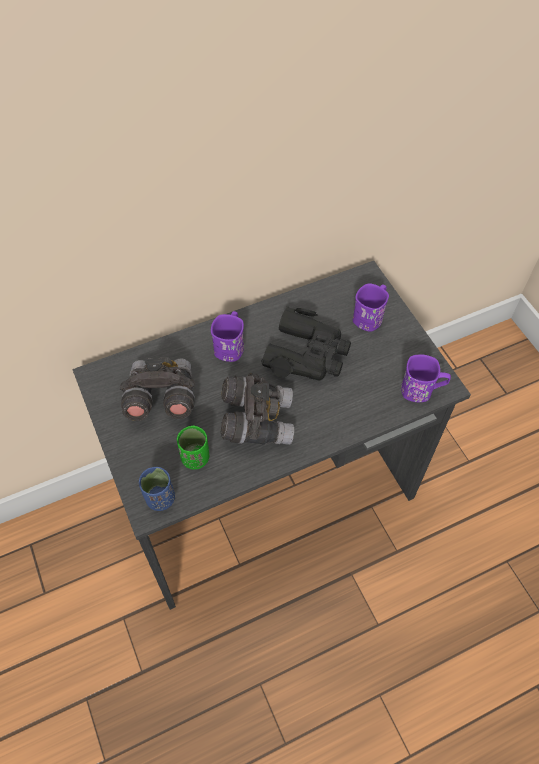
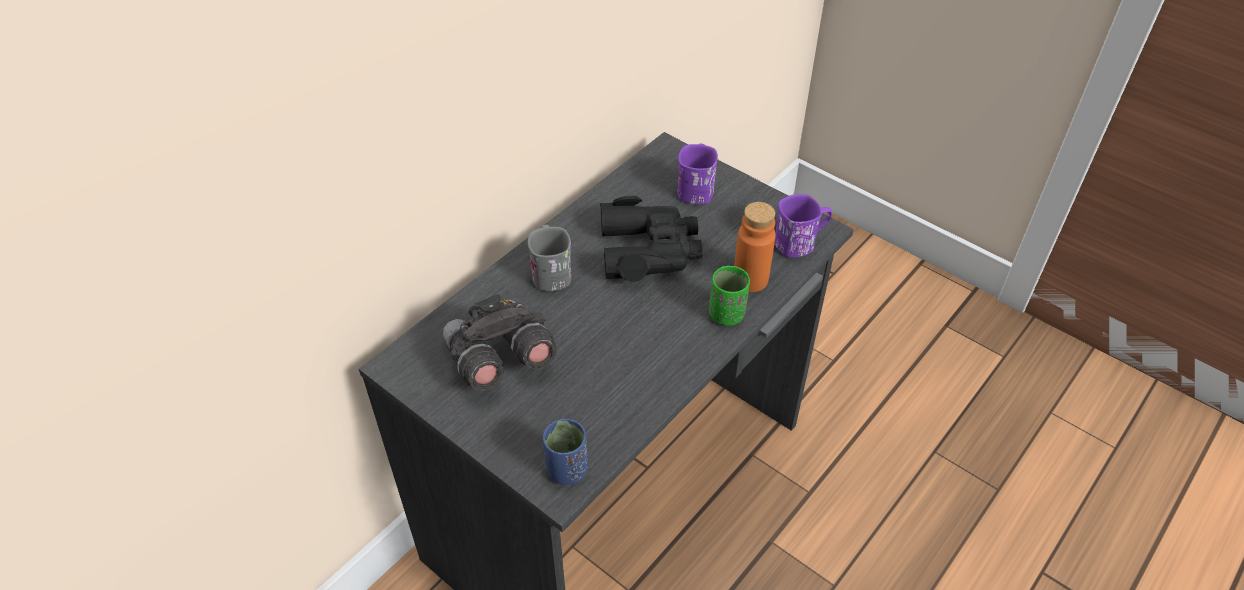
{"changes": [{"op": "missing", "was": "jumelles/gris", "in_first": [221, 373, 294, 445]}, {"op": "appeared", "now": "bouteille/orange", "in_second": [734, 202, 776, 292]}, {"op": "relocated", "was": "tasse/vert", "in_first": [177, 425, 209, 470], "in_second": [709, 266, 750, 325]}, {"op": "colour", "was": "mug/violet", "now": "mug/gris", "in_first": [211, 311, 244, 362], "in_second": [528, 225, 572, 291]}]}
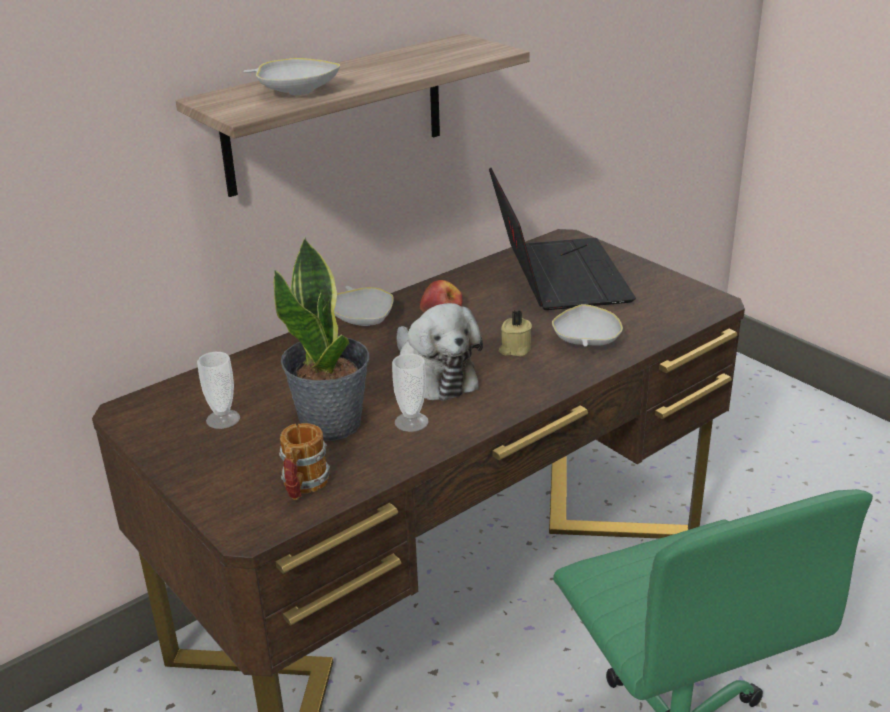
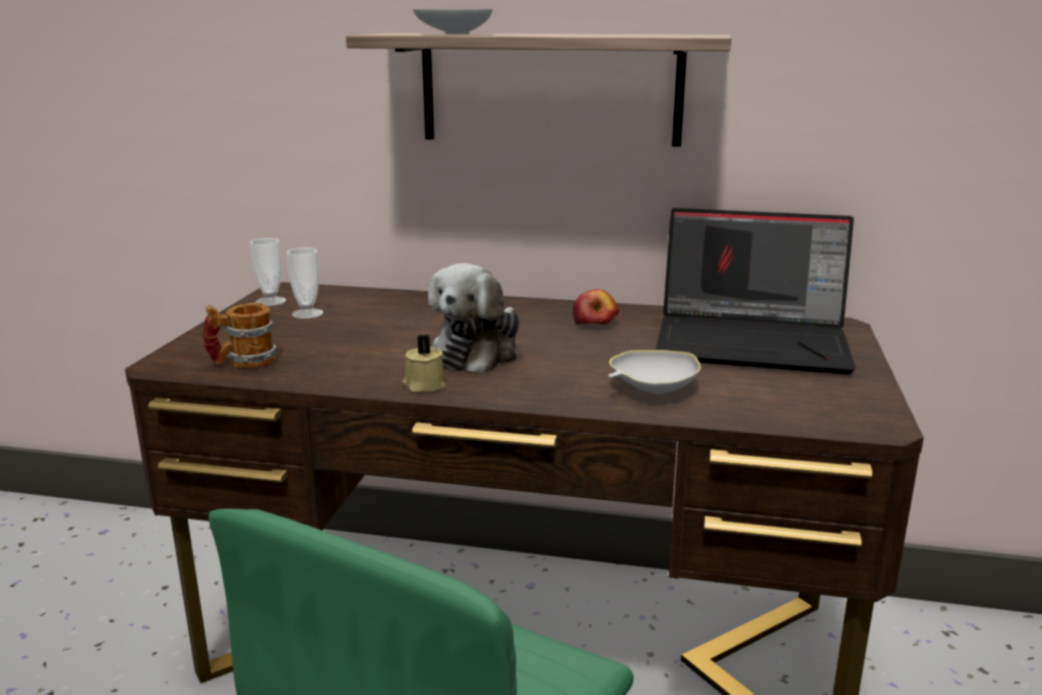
{"changes": [{"op": "missing", "was": "plante en pot", "in_first": [273, 237, 369, 441]}, {"op": "missing", "was": "bol/blanc", "in_first": [334, 286, 394, 326]}, {"op": "relocated", "was": "tasse", "in_first": [392, 353, 429, 432], "in_second": [250, 238, 286, 306]}, {"op": "relocated", "was": "bougie/beige", "in_first": [499, 310, 532, 356], "in_second": [402, 335, 446, 392]}, {"op": "spun", "was": "ordinateur portable", "in_first": [489, 168, 636, 310], "in_second": [655, 208, 856, 374], "clockwise": 60}]}
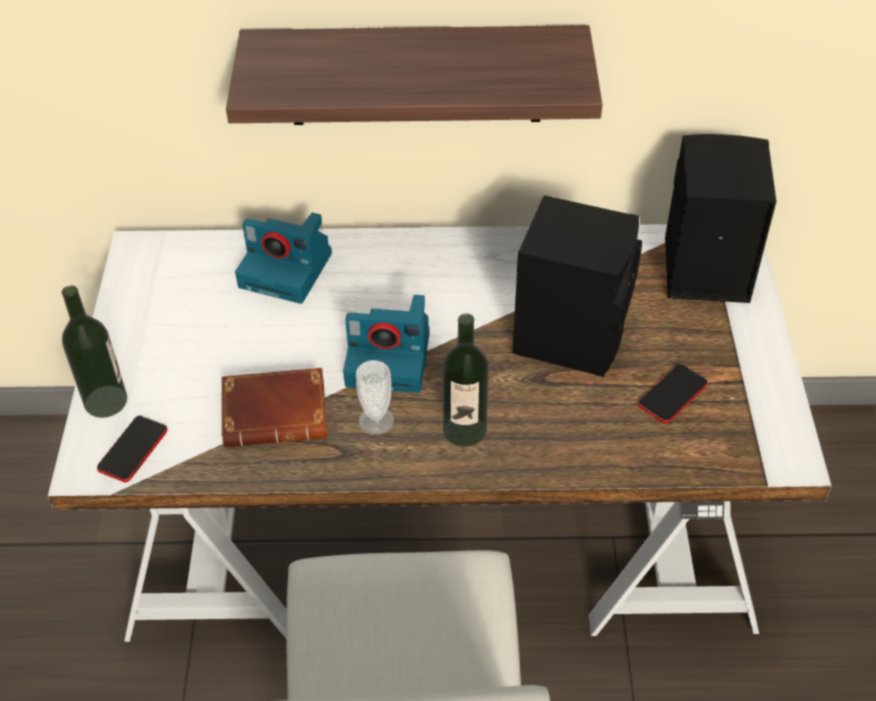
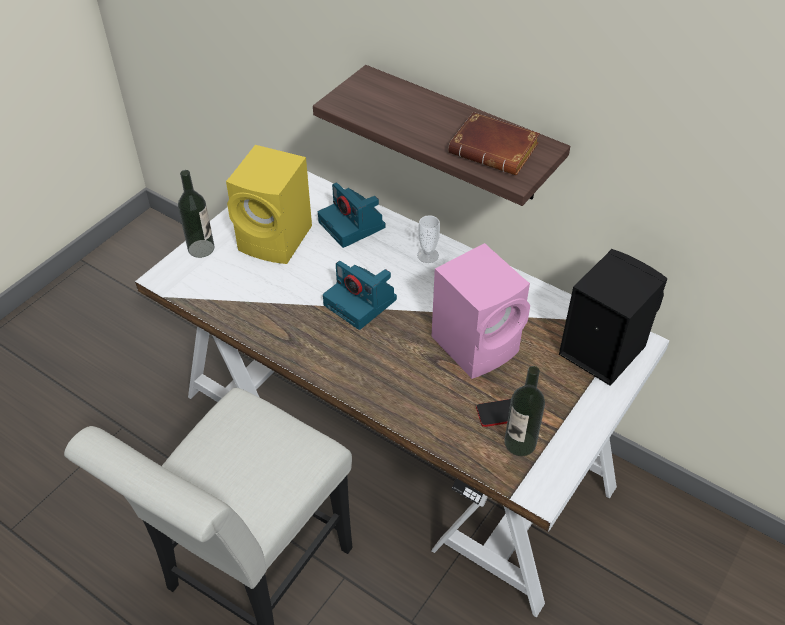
{"changes": [{"op": "missing", "was": "téléphone", "in_first": [97, 416, 168, 483]}, {"op": "appeared", "now": "enceinte/jaune", "in_second": [226, 145, 312, 264]}, {"op": "relocated", "was": "livre/marron", "in_first": [222, 368, 327, 447], "in_second": [448, 112, 540, 175]}, {"op": "relocated", "was": "tasse", "in_first": [356, 360, 394, 434], "in_second": [417, 215, 440, 263]}, {"op": "relocated", "was": "bouteille", "in_first": [442, 313, 489, 447], "in_second": [504, 366, 545, 456]}, {"op": "colour", "was": "enceinte/noir", "now": "enceinte/rose", "in_first": [513, 195, 642, 377], "in_second": [431, 243, 530, 379]}]}
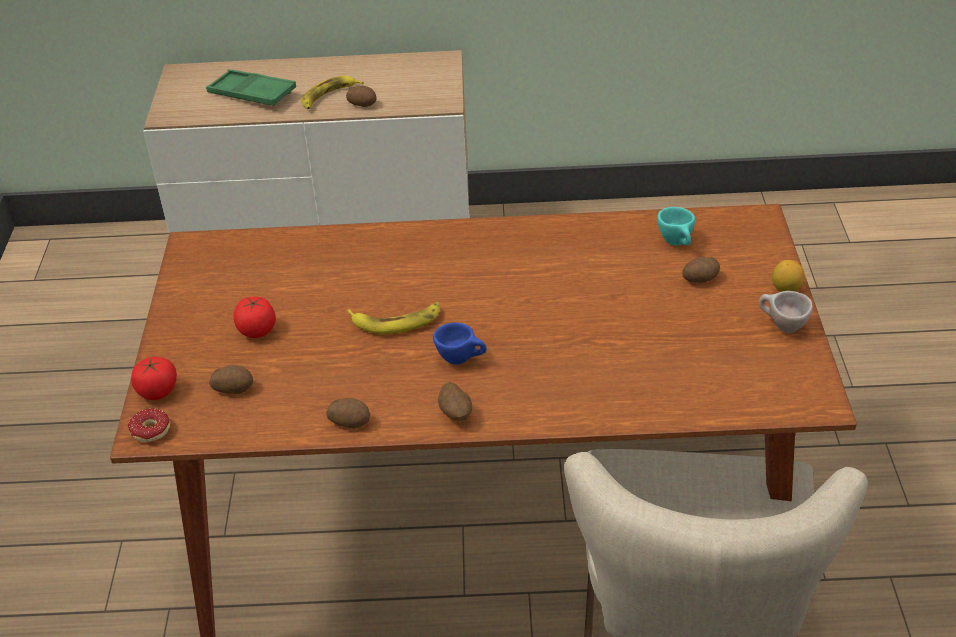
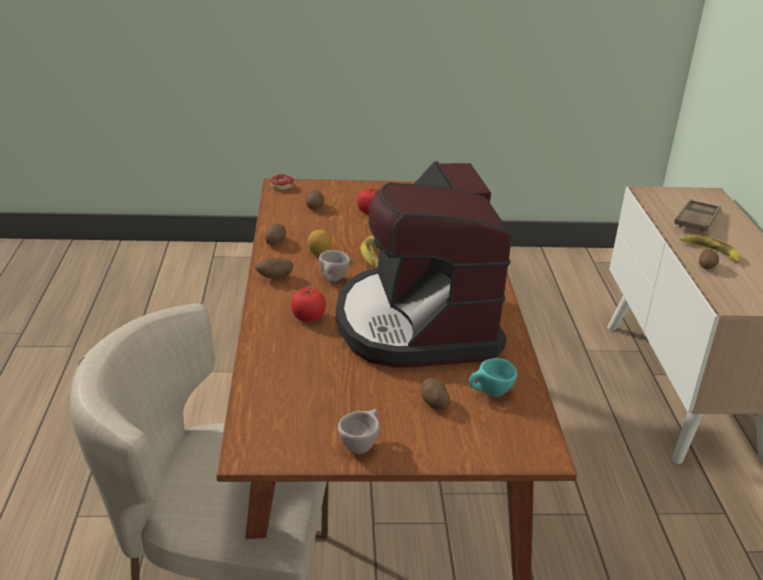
{"changes": [{"op": "appeared", "now": "machine à café", "in_second": [336, 161, 512, 368]}, {"op": "relocated", "was": "tomate", "in_first": [131, 357, 177, 400], "in_second": [291, 288, 326, 322]}, {"op": "relocated", "was": "citron", "in_first": [772, 260, 805, 292], "in_second": [308, 230, 331, 256]}, {"op": "colour", "was": "plateau/vert", "now": "plateau/marron", "in_first": [206, 69, 296, 106], "in_second": [674, 199, 721, 233]}, {"op": "colour", "was": "tasse/bleu", "now": "tasse/beige", "in_first": [433, 323, 487, 365], "in_second": [319, 250, 350, 282]}]}
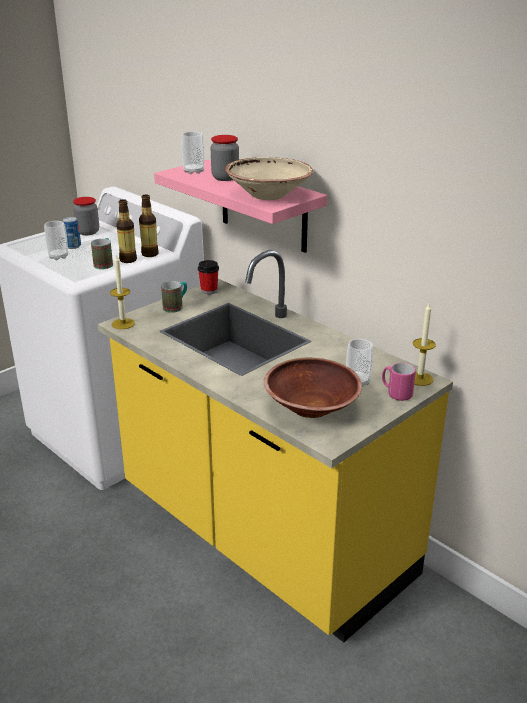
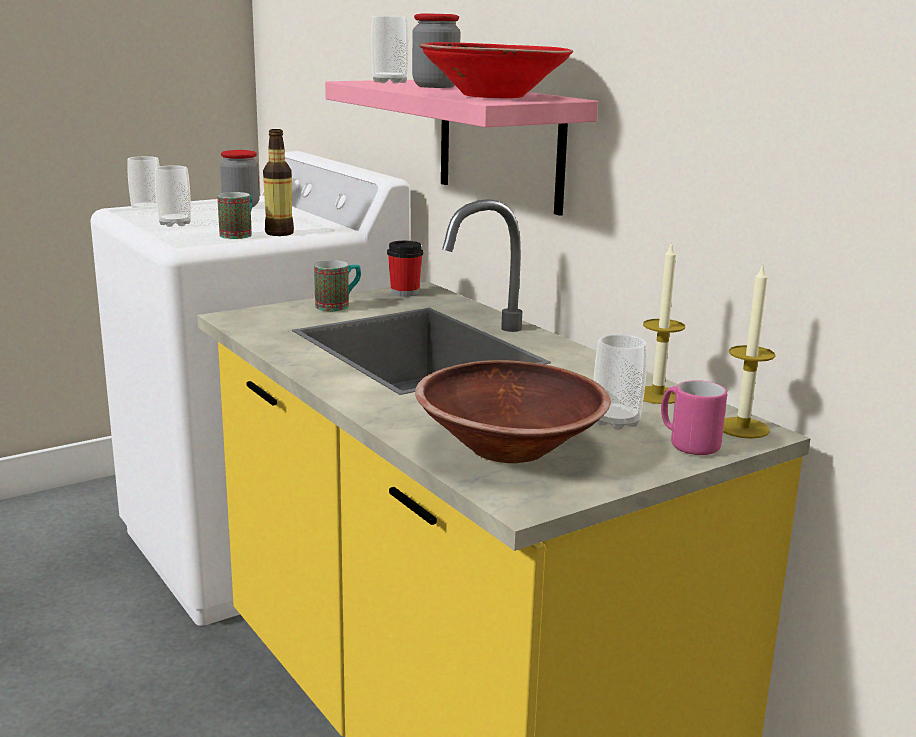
{"changes": [{"op": "missing", "was": "boîte métallique", "in_first": [63, 217, 81, 249]}, {"op": "missing", "was": "bouteille", "in_first": [139, 194, 159, 257]}, {"op": "appeared", "now": "tasse", "in_second": [127, 156, 159, 214]}, {"op": "relocated", "was": "bougie", "in_first": [110, 255, 135, 329], "in_second": [643, 242, 685, 404]}, {"op": "colour", "was": "bol/beige", "now": "bol/rouge", "in_first": [225, 157, 313, 200], "in_second": [419, 42, 573, 98]}]}
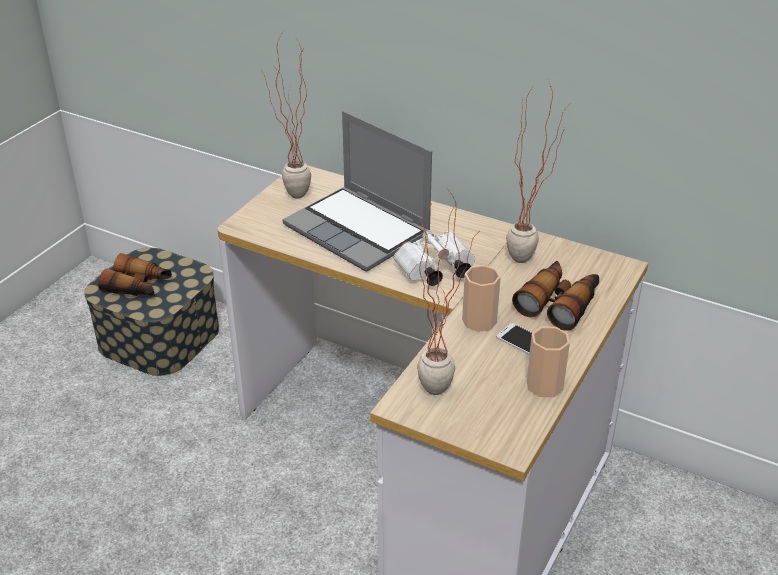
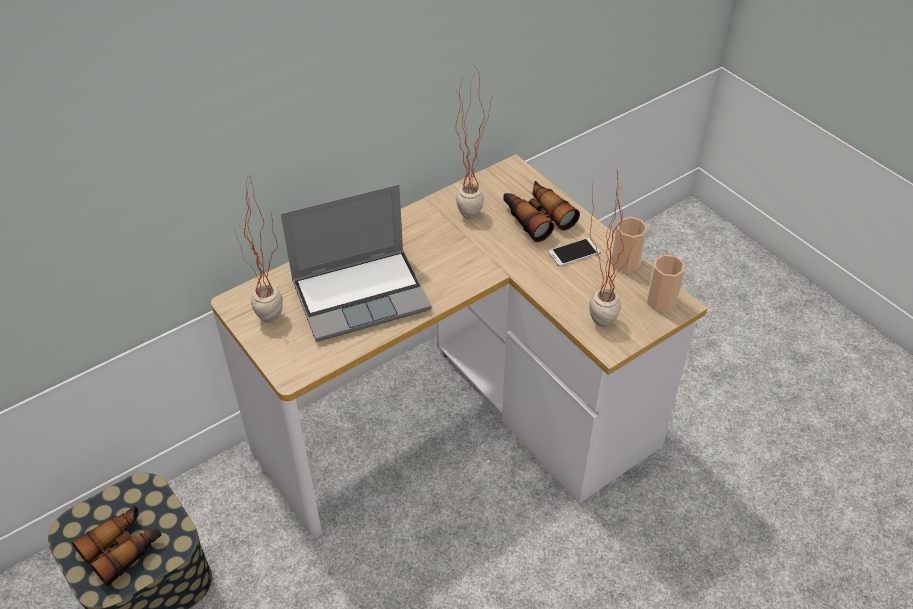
{"changes": [{"op": "missing", "was": "jumelles/blanc", "in_first": [394, 230, 475, 286]}, {"op": "relocated", "was": "tasse", "in_first": [462, 265, 501, 332], "in_second": [647, 254, 685, 312]}]}
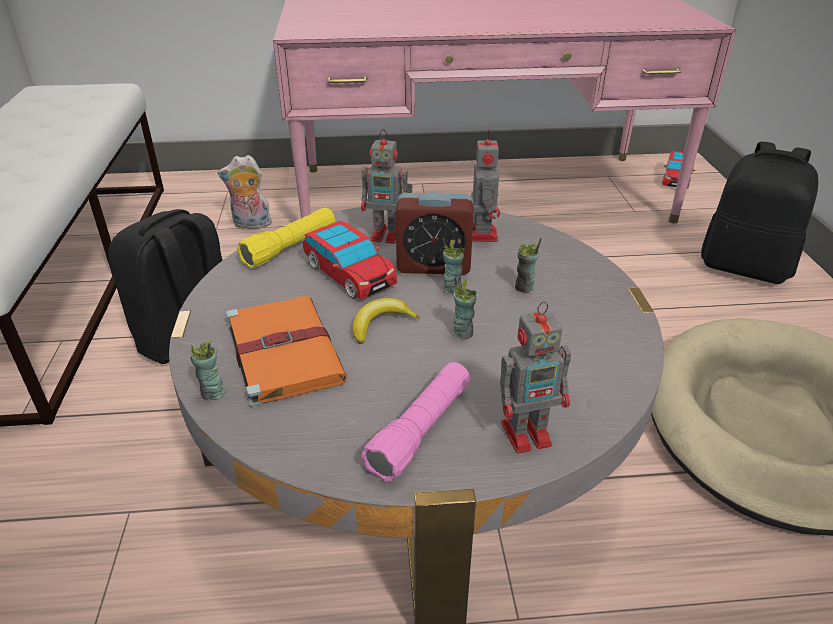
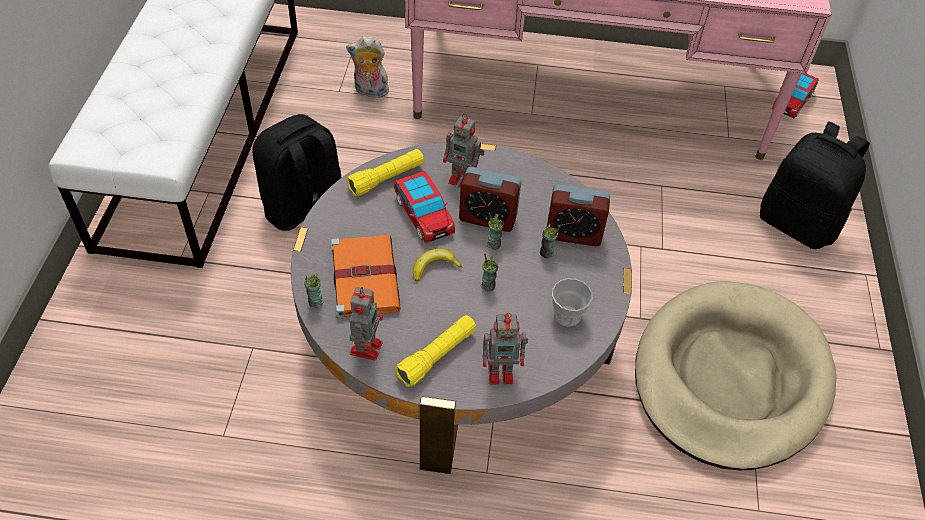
{"changes": [{"op": "appeared", "now": "réveil", "in_second": [547, 184, 610, 246]}, {"op": "appeared", "now": "tasse", "in_second": [552, 278, 593, 327]}, {"op": "relocated", "was": "robot jouet", "in_first": [471, 130, 500, 242], "in_second": [349, 287, 383, 360]}, {"op": "colour", "was": "lampe de poche/rose", "now": "lampe de poche/jaune", "in_first": [361, 362, 470, 481], "in_second": [395, 315, 477, 387]}]}
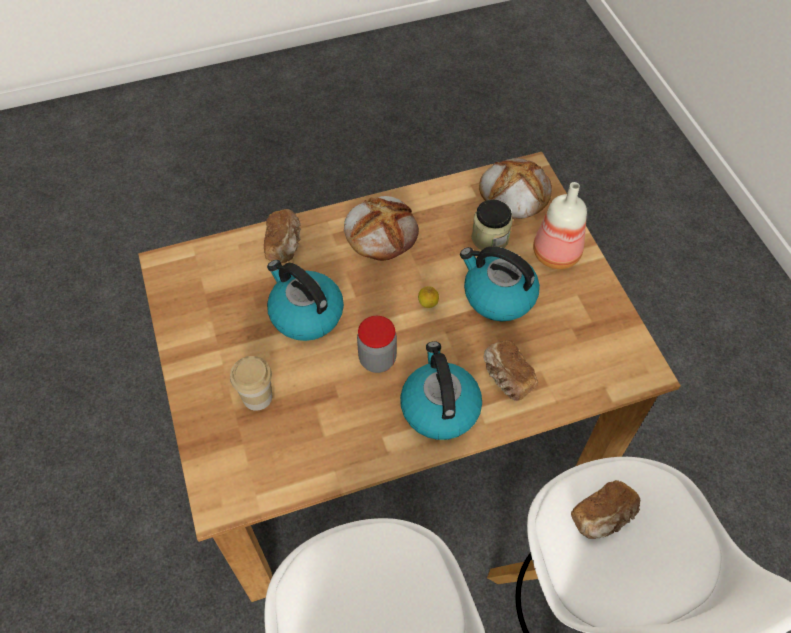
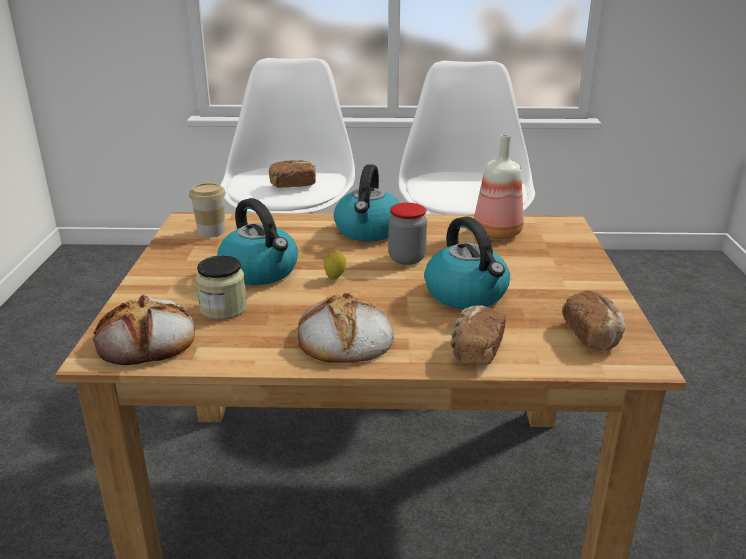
{"changes": [{"op": "relocated", "was": "tasse", "in_first": [230, 356, 272, 411], "in_second": [189, 183, 226, 237]}, {"op": "relocated", "was": "pain", "in_first": [483, 340, 538, 401], "in_second": [562, 290, 625, 350]}, {"op": "relocated", "was": "bouteille", "in_first": [533, 182, 587, 269], "in_second": [474, 134, 523, 239]}]}
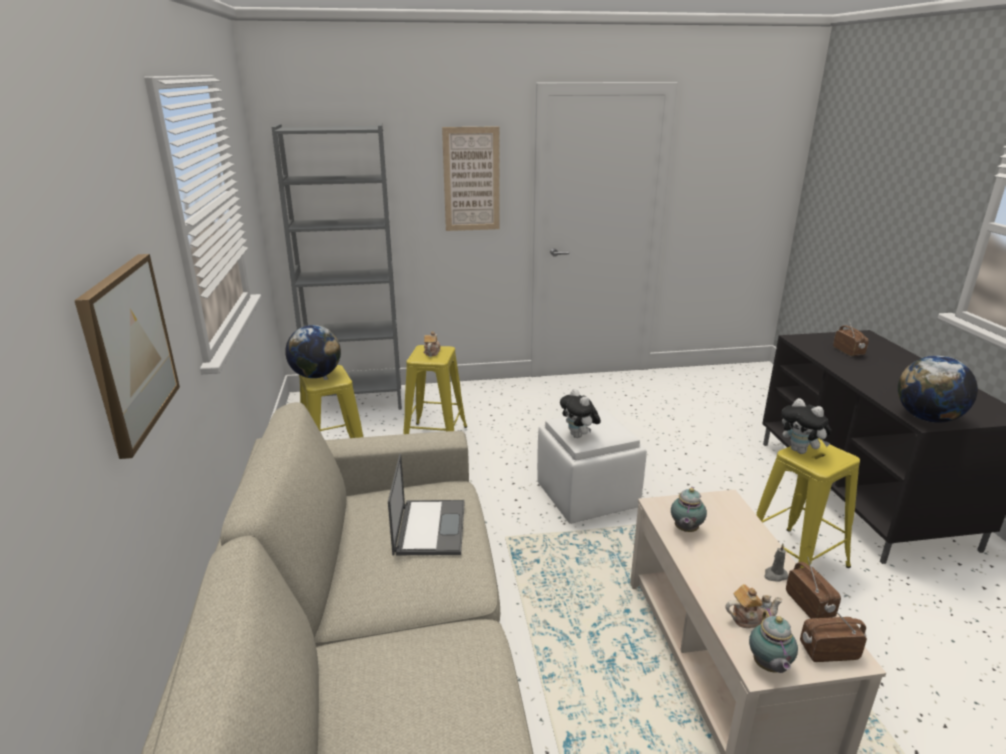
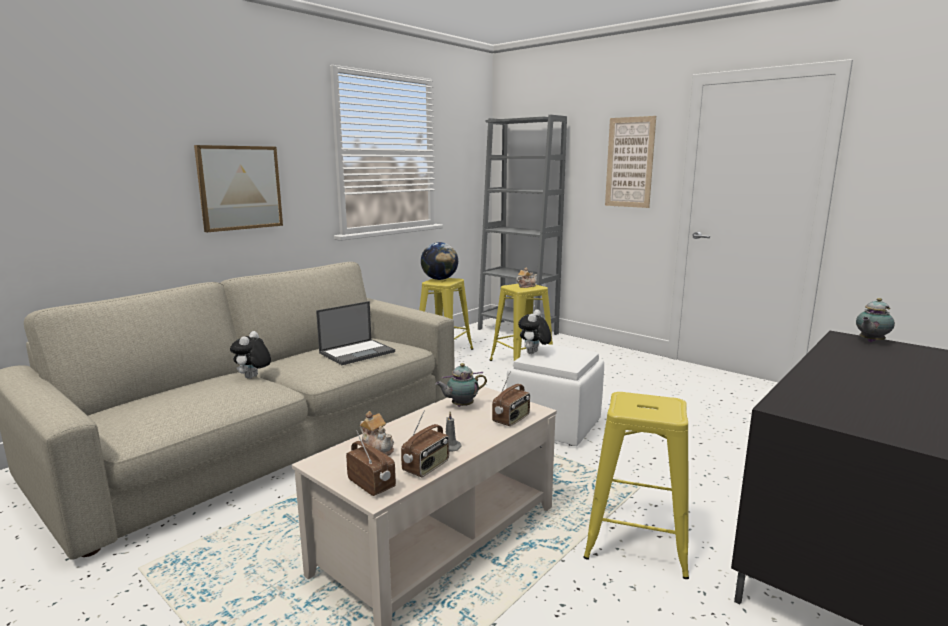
{"changes": [{"op": "missing", "was": "globe", "in_first": [898, 356, 978, 423]}, {"op": "relocated", "was": "théière", "in_first": [749, 608, 798, 673], "in_second": [856, 298, 895, 342]}, {"op": "relocated", "was": "peluche", "in_first": [781, 398, 831, 454], "in_second": [230, 331, 271, 379]}, {"op": "relocated", "was": "radio", "in_first": [833, 317, 869, 356], "in_second": [492, 371, 530, 426]}]}
